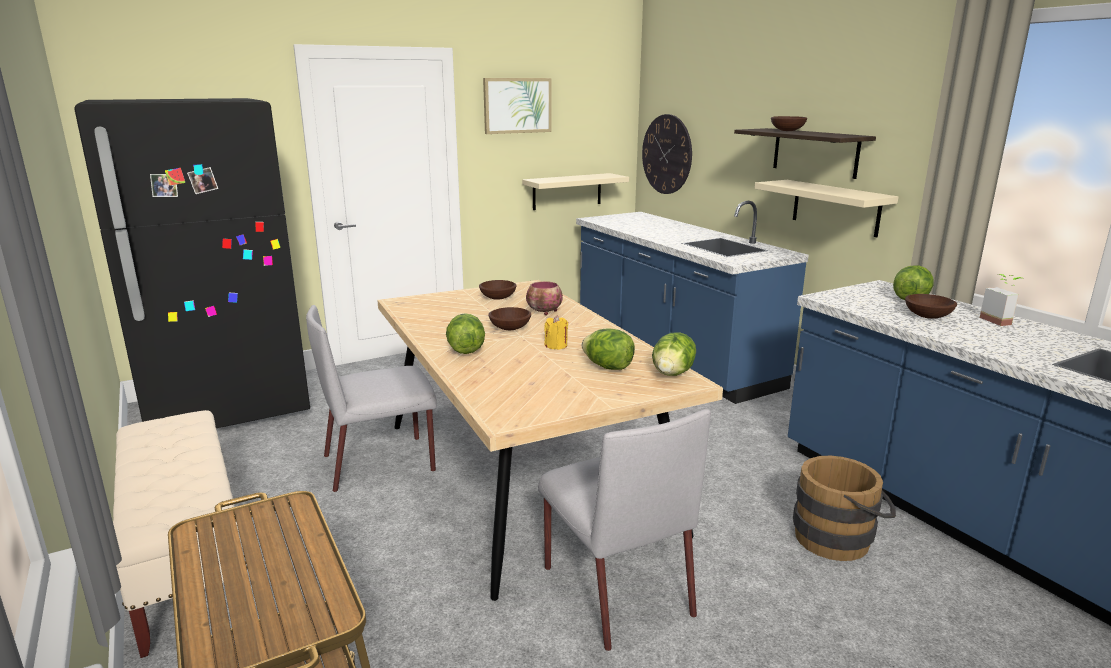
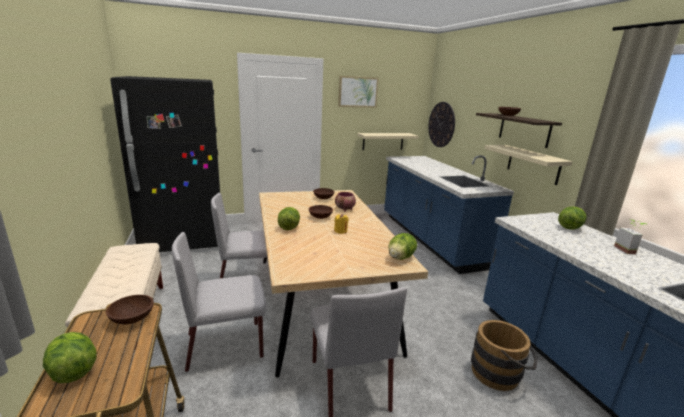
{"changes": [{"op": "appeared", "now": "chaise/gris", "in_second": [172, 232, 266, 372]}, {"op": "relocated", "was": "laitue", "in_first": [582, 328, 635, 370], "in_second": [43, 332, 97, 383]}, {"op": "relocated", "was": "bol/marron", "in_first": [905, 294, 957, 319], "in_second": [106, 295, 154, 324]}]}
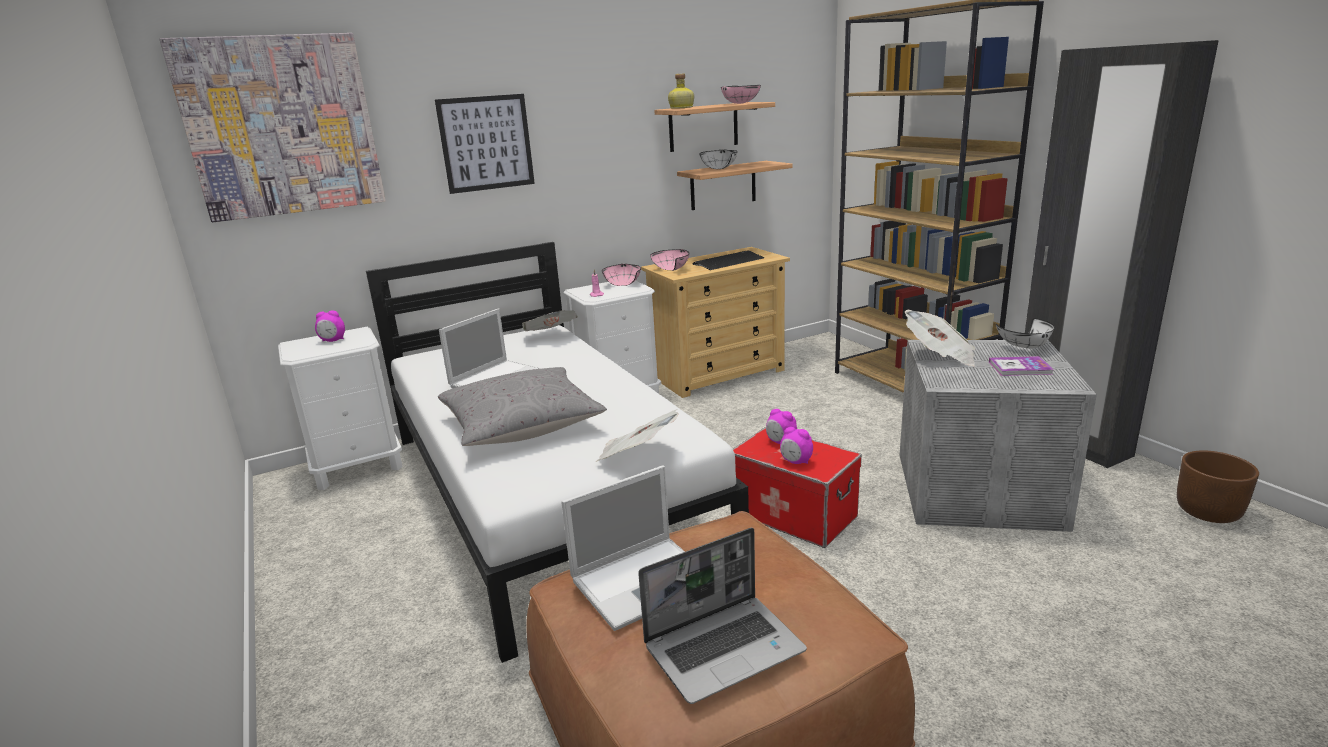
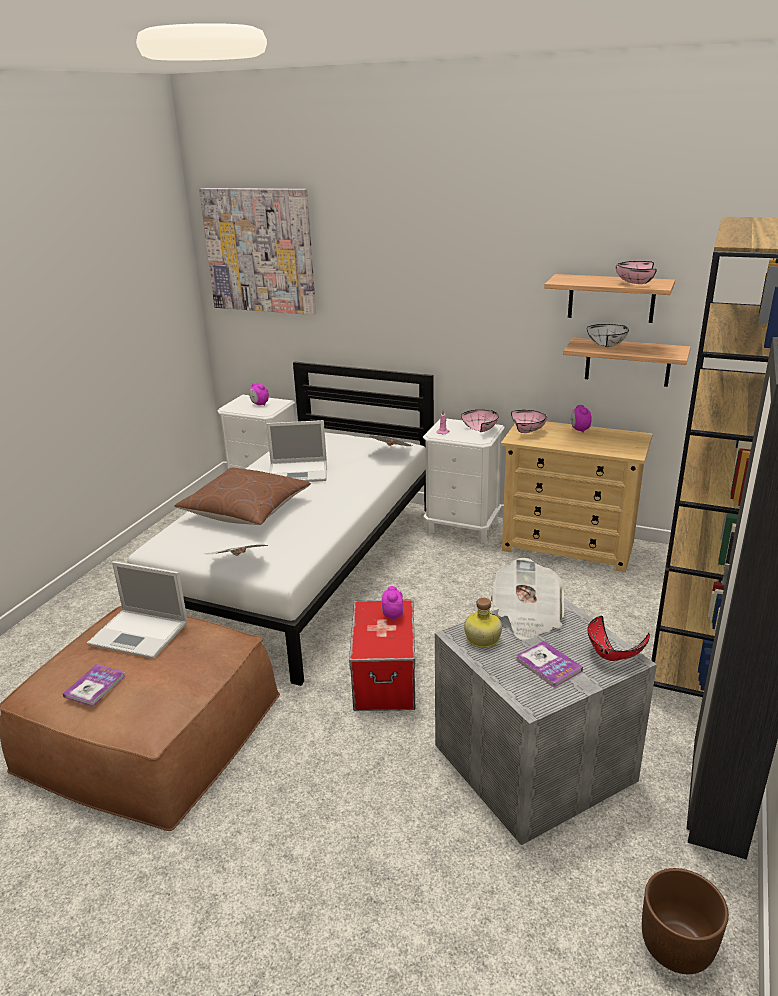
{"changes": [{"op": "missing", "was": "tableau", "in_first": [435, 94, 535, 194]}, {"op": "missing", "was": "clavier", "in_first": [692, 250, 764, 270]}, {"op": "relocated", "was": "bouteille", "in_first": [668, 74, 694, 109], "in_second": [464, 598, 502, 648]}, {"op": "relocated", "was": "réveil", "in_first": [780, 427, 813, 464], "in_second": [571, 405, 592, 433]}, {"op": "exchanged", "was": "ordinateur portable", "now": "livre", "in_first": [638, 528, 807, 704], "in_second": [63, 664, 125, 707]}, {"op": "colour", "was": "coussin/gris", "now": "coussin/marron", "in_first": [438, 367, 607, 446], "in_second": [174, 467, 311, 525]}, {"op": "colour", "was": "bol/blanc", "now": "bol/rouge", "in_first": [996, 318, 1054, 349], "in_second": [587, 616, 650, 661]}]}
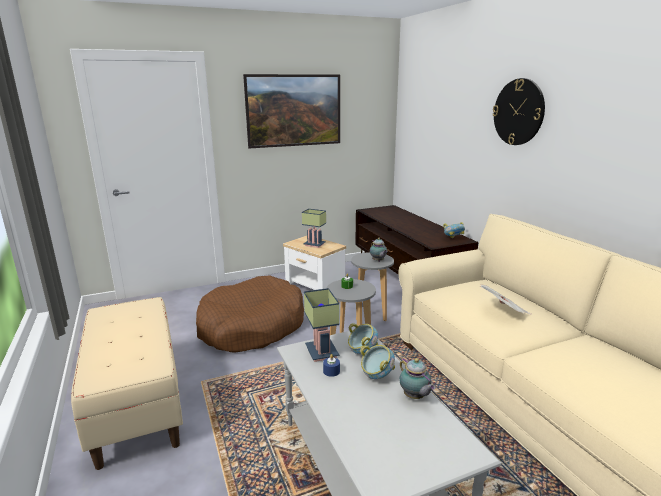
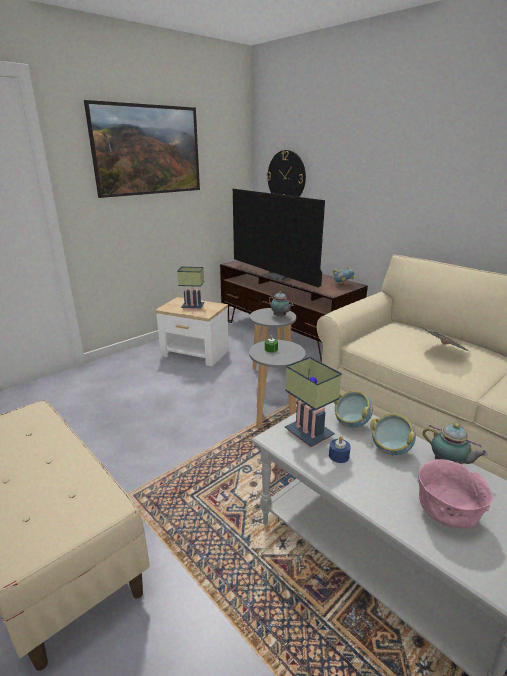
{"changes": [{"op": "missing", "was": "panier pour chien/marron", "in_first": [196, 275, 304, 353]}, {"op": "appeared", "now": "téléviseur", "in_second": [233, 189, 325, 288]}, {"op": "appeared", "now": "bol/rose", "in_second": [417, 459, 494, 528]}, {"op": "relocated", "was": "horloge murale", "in_first": [493, 78, 545, 145], "in_second": [267, 150, 306, 197]}]}
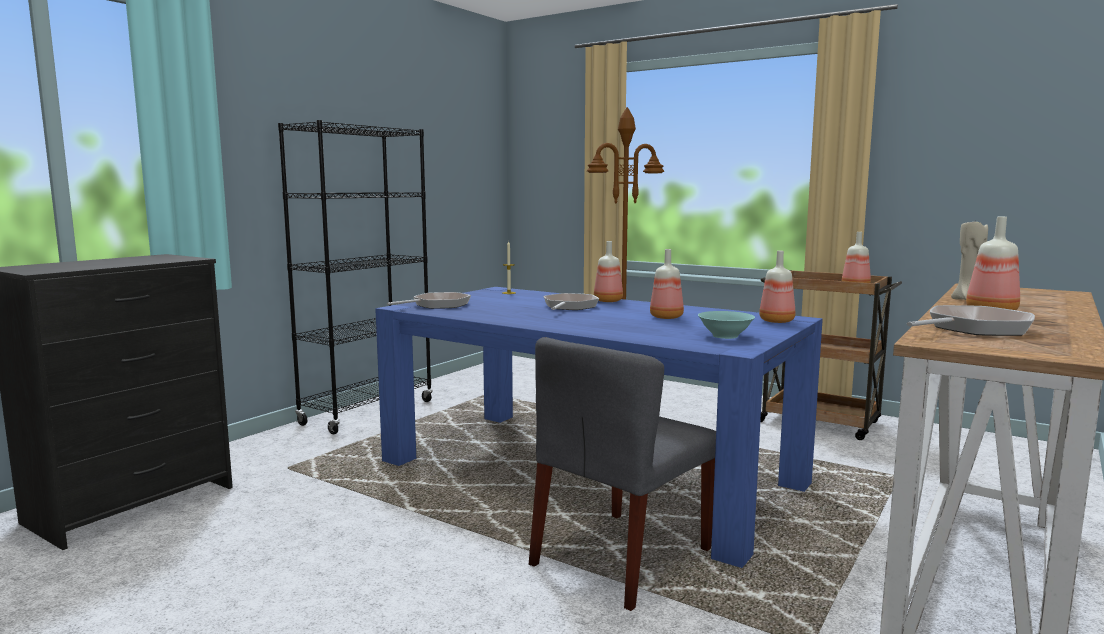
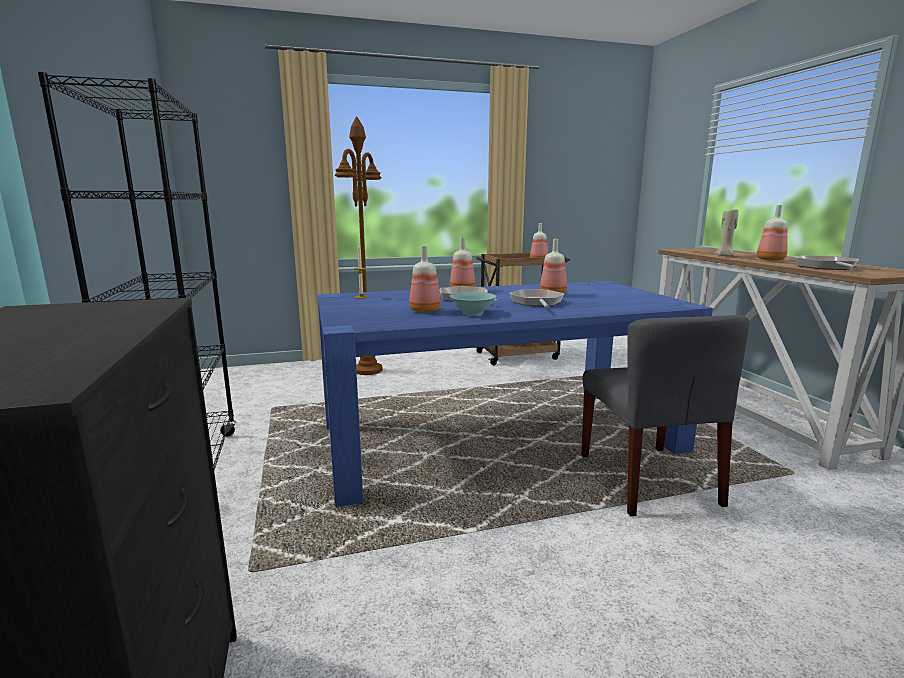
{"changes": [{"op": "relocated", "was": "poêle", "in_first": [387, 292, 471, 309], "in_second": [510, 289, 564, 308]}, {"op": "relocated", "was": "bol/turquoise", "in_first": [698, 311, 755, 339], "in_second": [449, 292, 496, 315]}, {"op": "relocated", "was": "bouteille", "in_first": [759, 251, 795, 323], "in_second": [409, 246, 441, 313]}]}
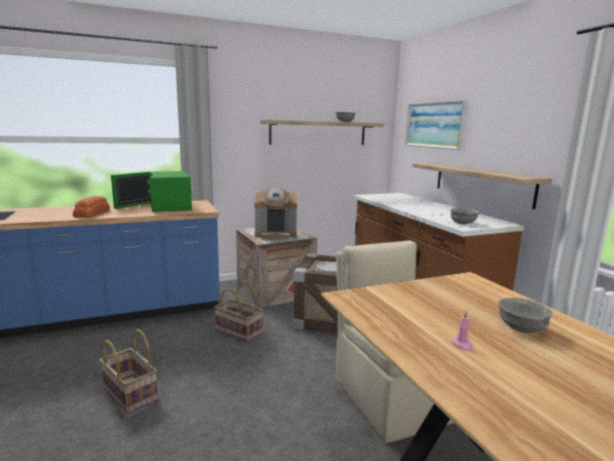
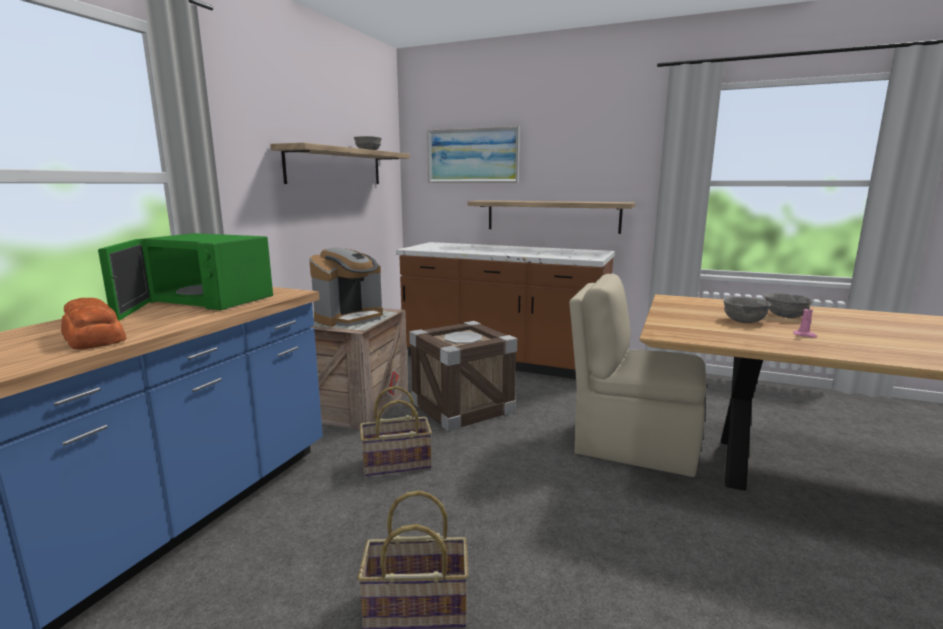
{"changes": [{"op": "relocated", "was": "bol/gris", "in_first": [450, 208, 479, 224], "in_second": [723, 297, 771, 323]}]}
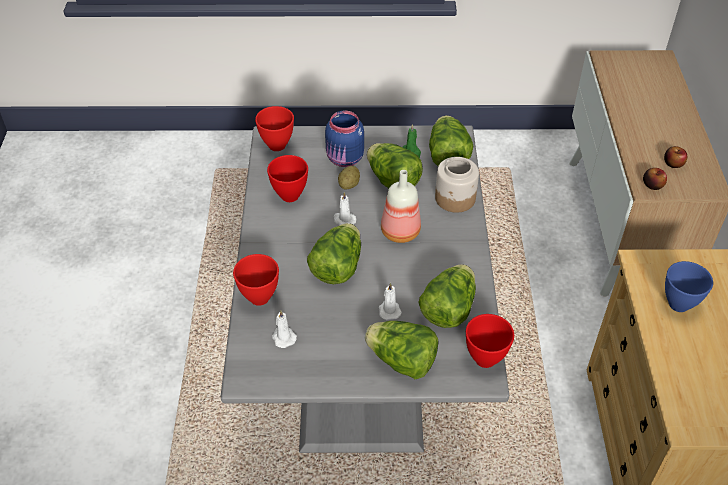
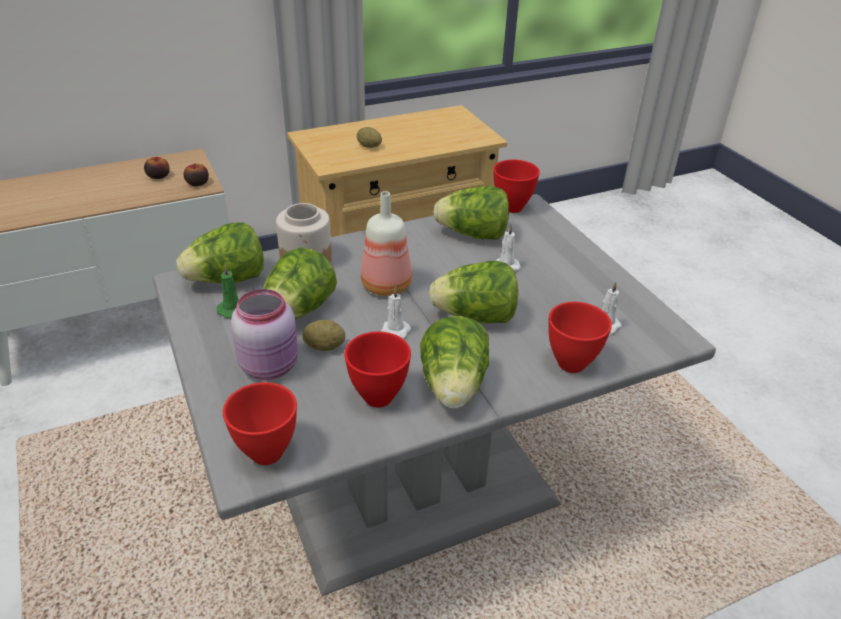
{"changes": [{"op": "relocated", "was": "laitue", "in_first": [365, 321, 438, 379], "in_second": [420, 316, 489, 409]}, {"op": "exchanged", "was": "bol/bleu", "now": "pomme de terre", "in_first": [665, 261, 713, 312], "in_second": [357, 127, 382, 148]}, {"op": "colour", "was": "bocal/bleu", "now": "bocal/rose", "in_first": [325, 111, 364, 167], "in_second": [231, 289, 298, 380]}]}
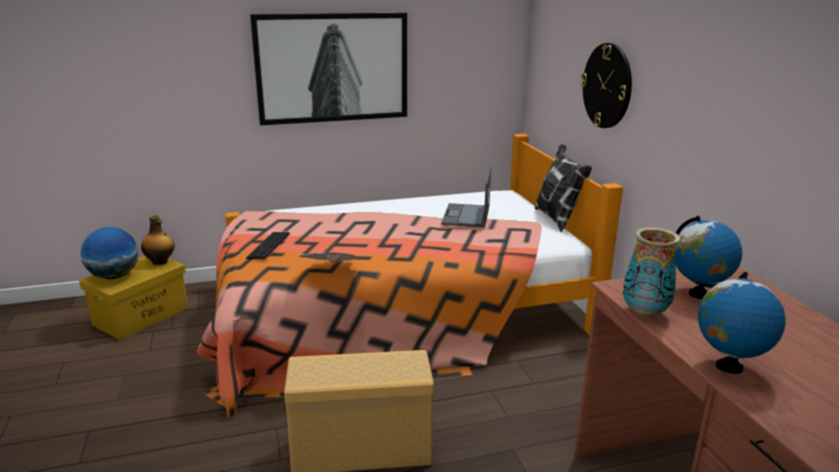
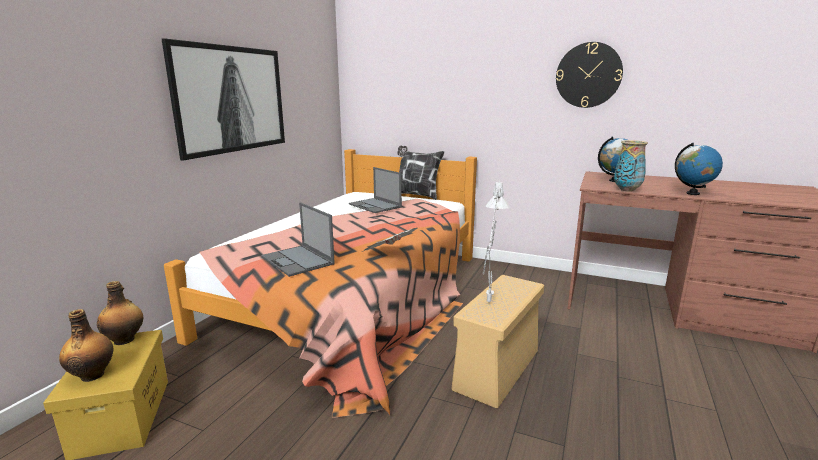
{"changes": [{"op": "appeared", "now": "lampe de table/gris", "in_second": [483, 180, 510, 302]}, {"op": "relocated", "was": "horloge murale", "in_first": [581, 43, 632, 128], "in_second": [556, 42, 623, 108]}, {"op": "exchanged", "was": "globe", "now": "bouteille", "in_first": [81, 227, 138, 279], "in_second": [59, 309, 113, 382]}, {"op": "exchanged", "was": "clavier", "now": "ordinateur portable", "in_first": [246, 232, 290, 259], "in_second": [261, 202, 335, 277]}]}
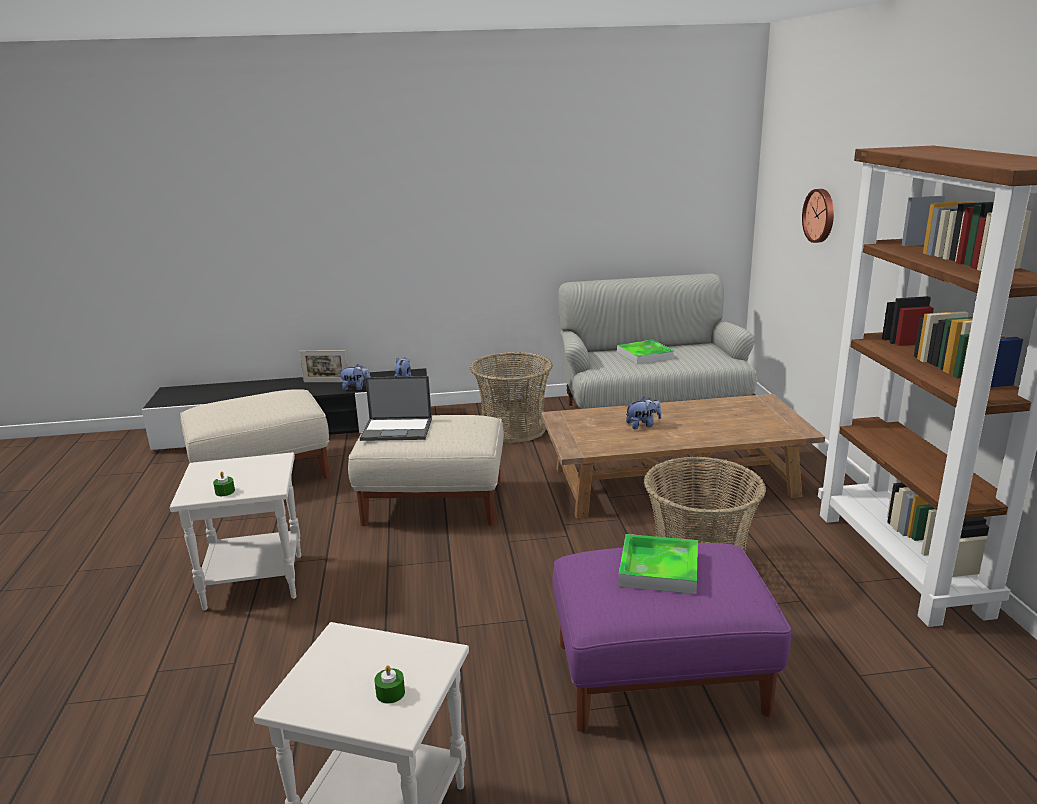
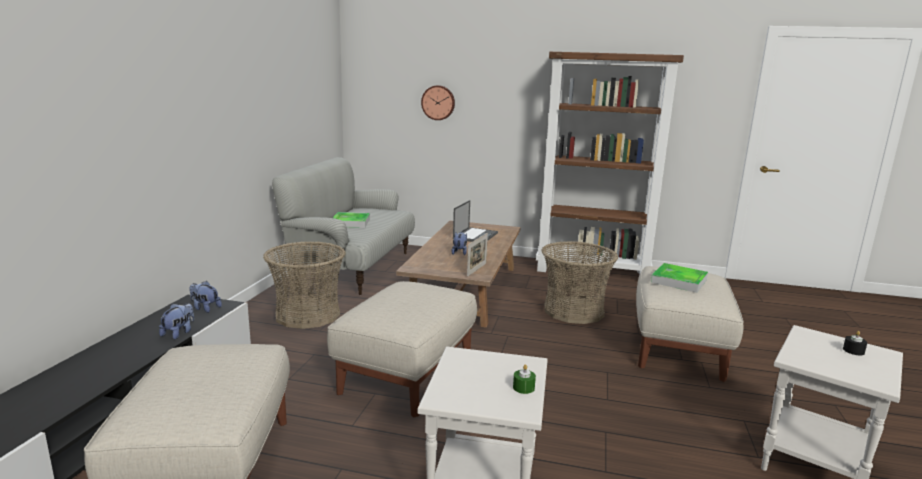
{"changes": [{"op": "relocated", "was": "cadre photo", "in_first": [299, 350, 347, 382], "in_second": [467, 233, 488, 277]}, {"op": "relocated", "was": "ordinateur portable", "in_first": [360, 376, 432, 441], "in_second": [453, 200, 498, 242]}, {"op": "colour", "was": "bougie/vert", "now": "bougie/noir", "in_first": [374, 665, 405, 704], "in_second": [843, 331, 867, 355]}, {"op": "colour", "was": "pouf/violet", "now": "pouf/beige", "in_first": [552, 543, 791, 733], "in_second": [636, 266, 743, 382]}]}
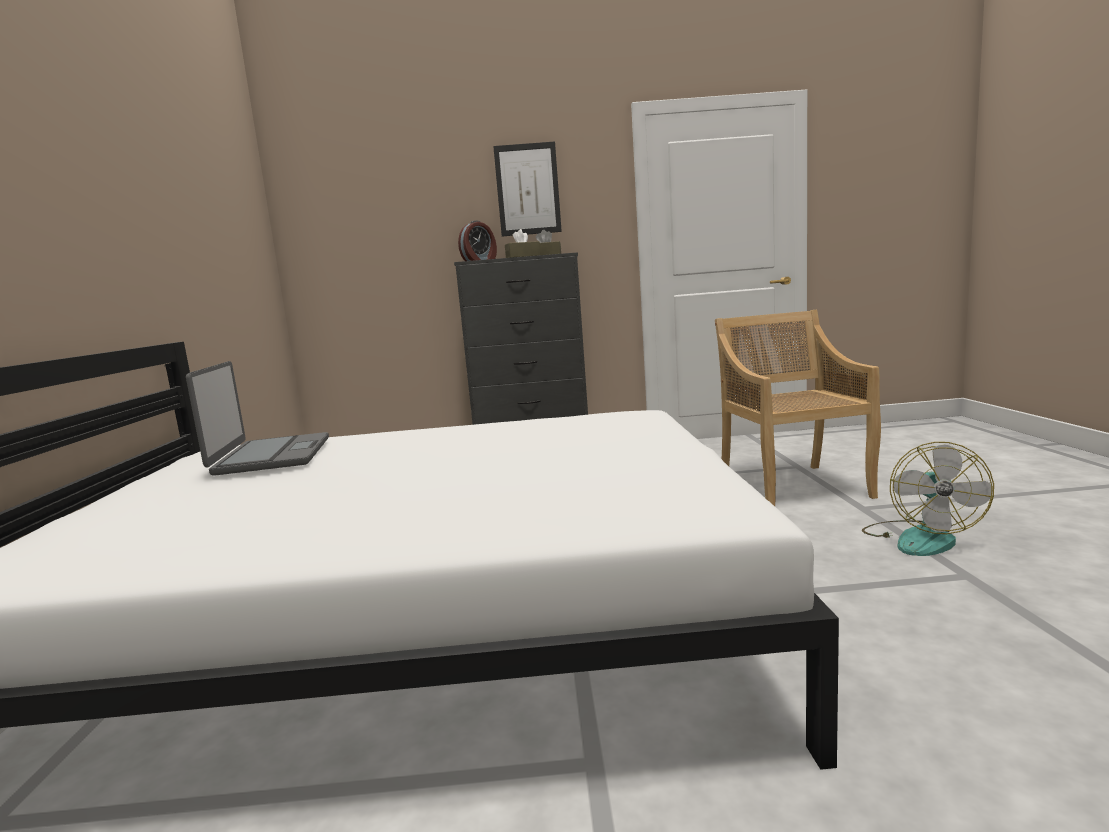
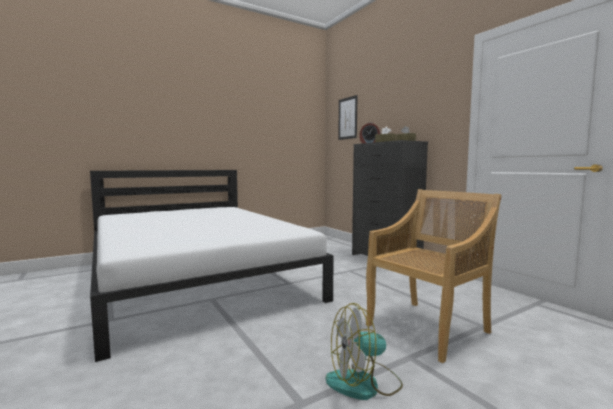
{"changes": [{"op": "missing", "was": "ordinateur portable", "in_first": [186, 361, 329, 476]}, {"op": "relocated", "was": "tableau", "in_first": [493, 141, 562, 236], "in_second": [338, 95, 358, 140]}]}
